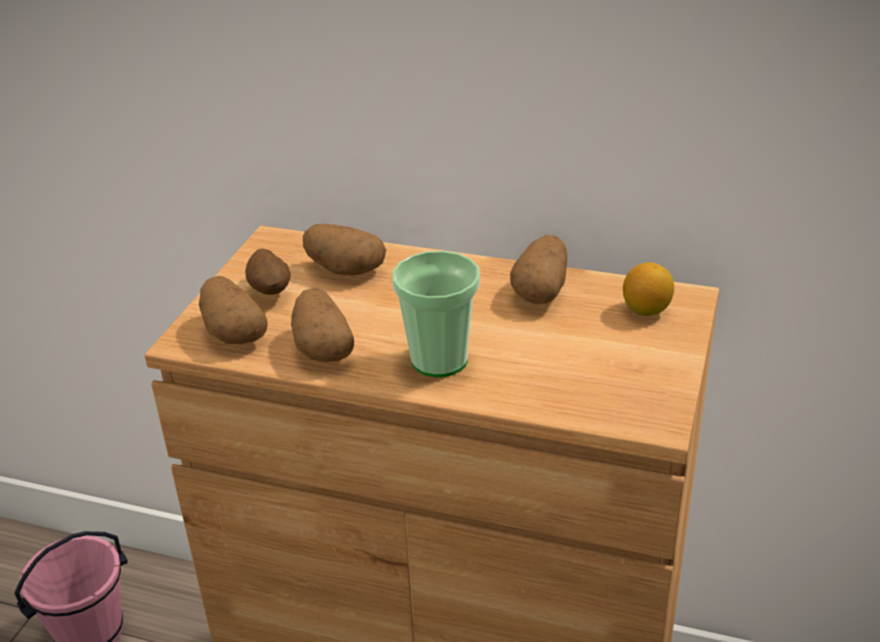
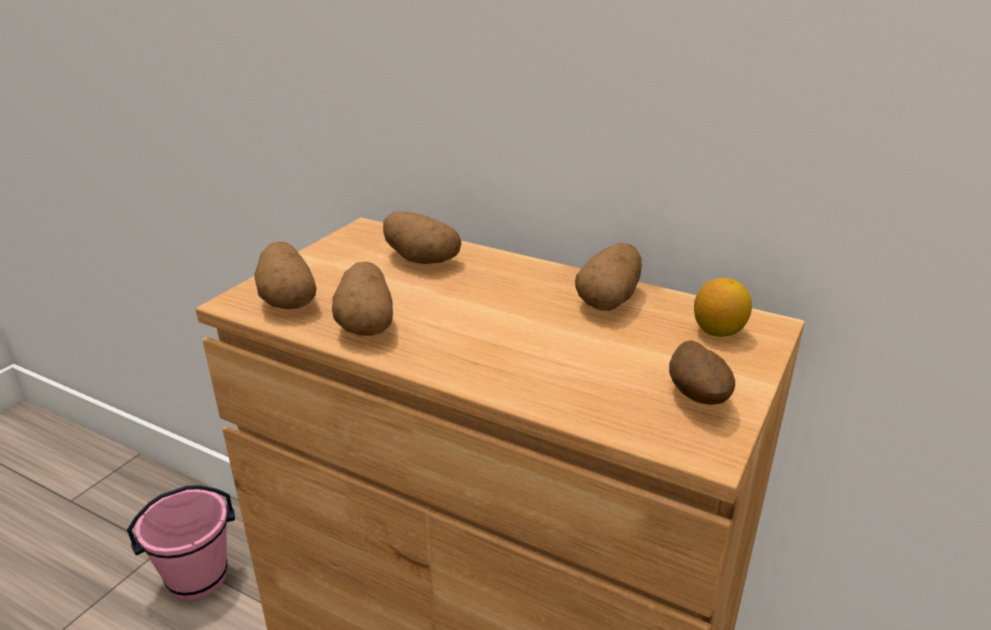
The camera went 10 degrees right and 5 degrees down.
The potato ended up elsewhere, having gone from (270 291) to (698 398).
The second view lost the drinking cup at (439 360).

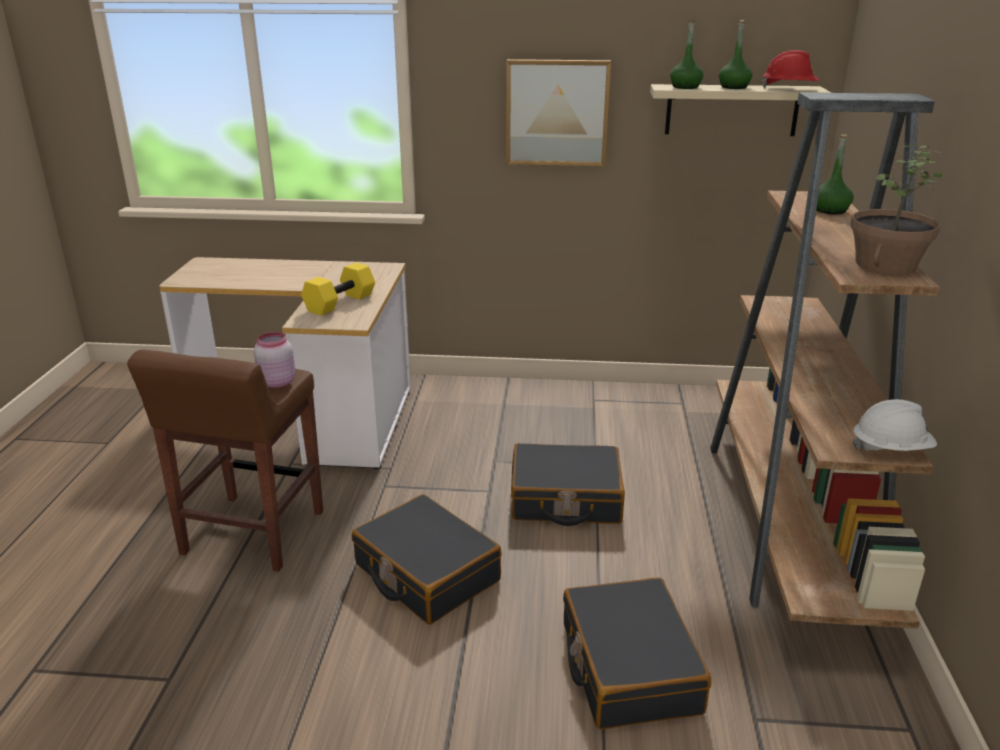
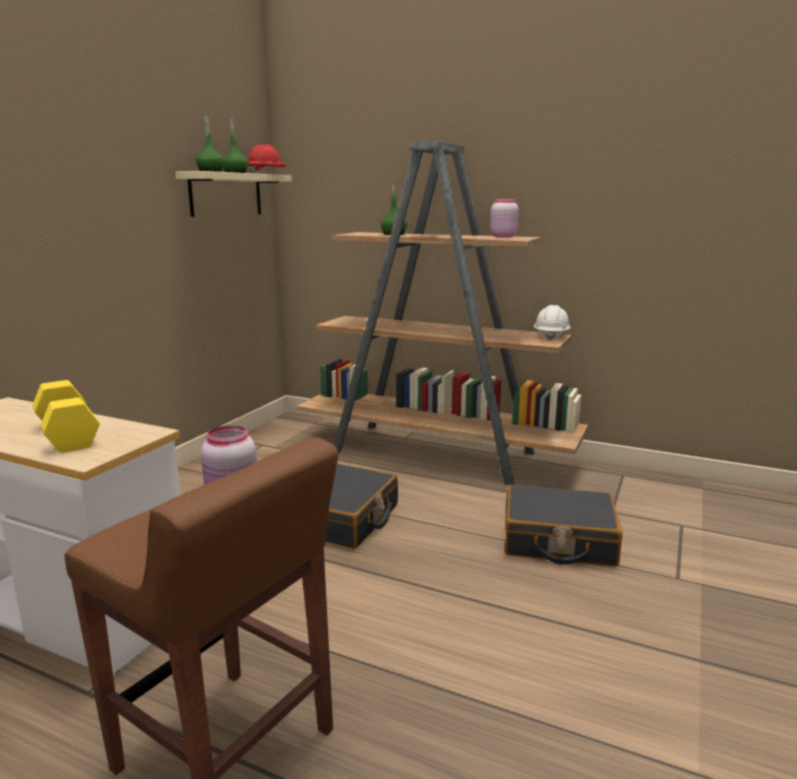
The camera went 70 degrees left and 10 degrees down.
The second view lost the picture at (557 113).
Where the potted plant stood at (885 264), the pink storage jar came to stand at (502 237).
The second view lost the black piece of luggage at (426 573).

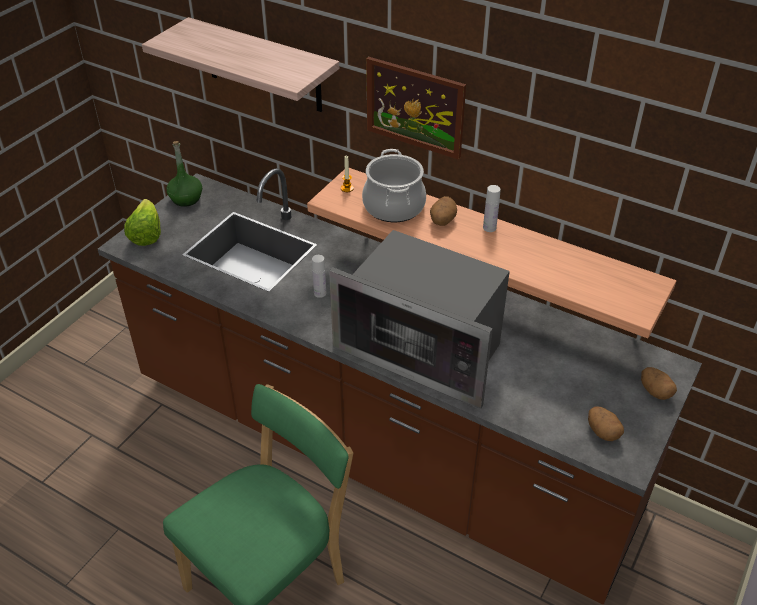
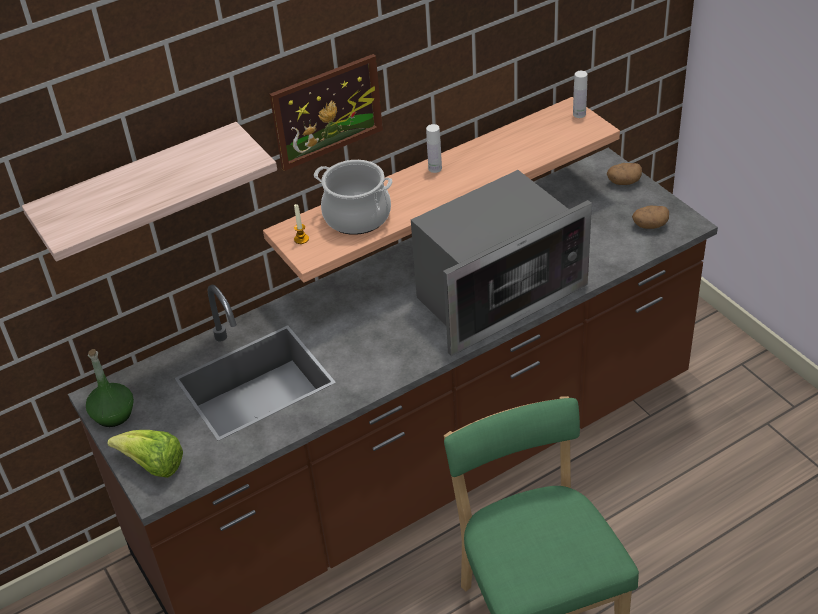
The camera went 60 degrees left and 0 degrees up.
The second view lost the potato at (442 221).
The white bottle ended up elsewhere, having gone from (320 293) to (579 114).

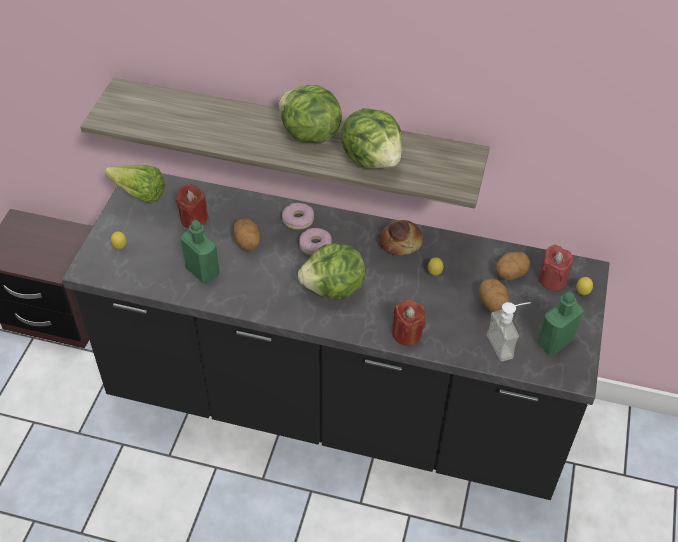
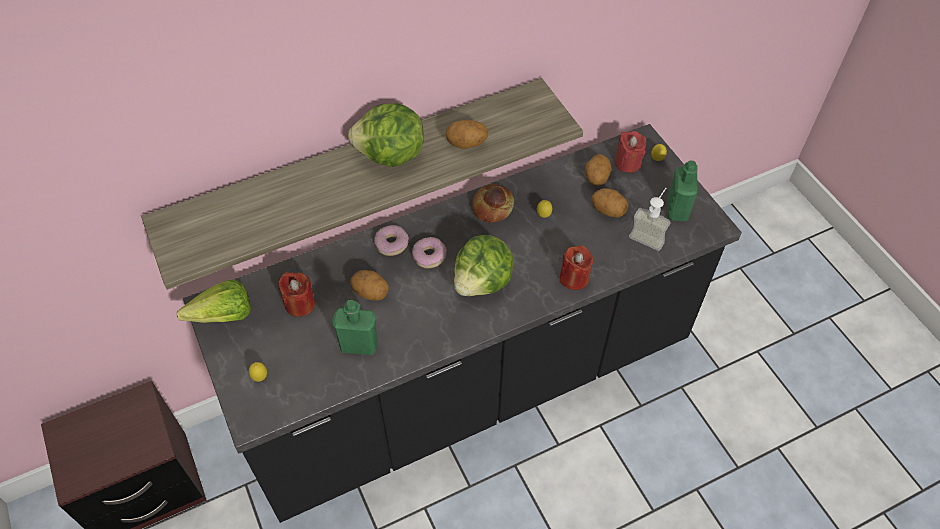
The camera went 40 degrees left and 5 degrees up.
Where the head of lettuce stood at (372 159), the potato came to stand at (466 144).

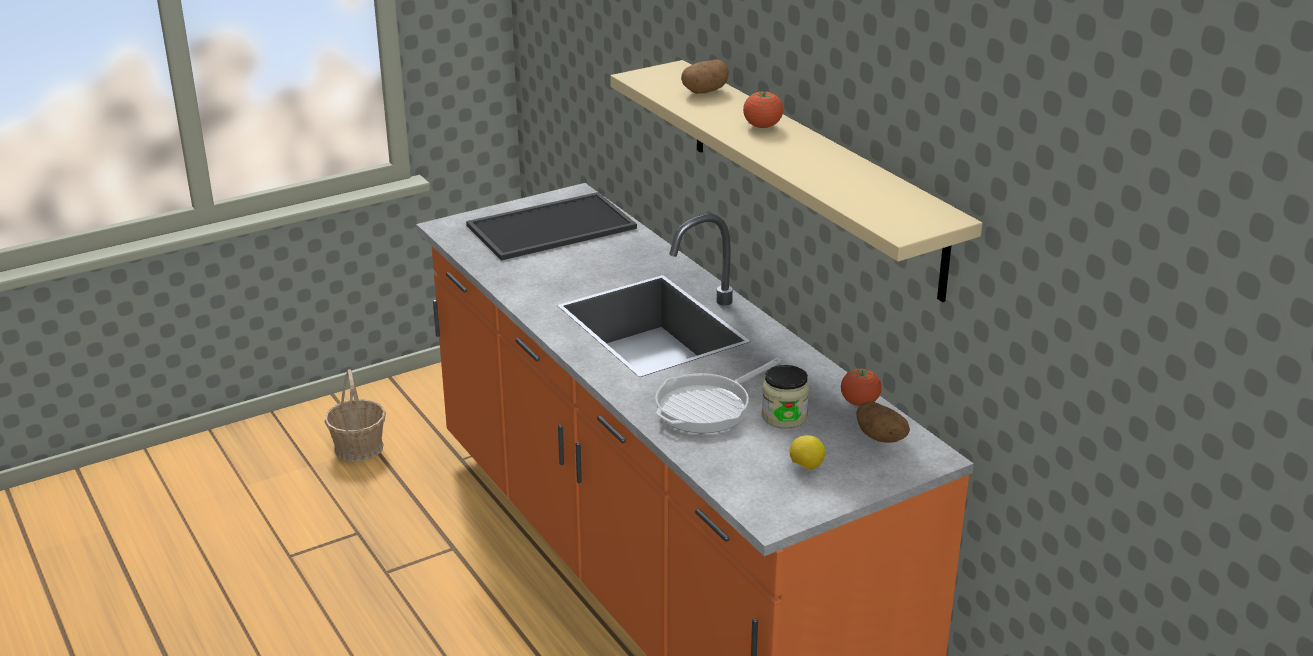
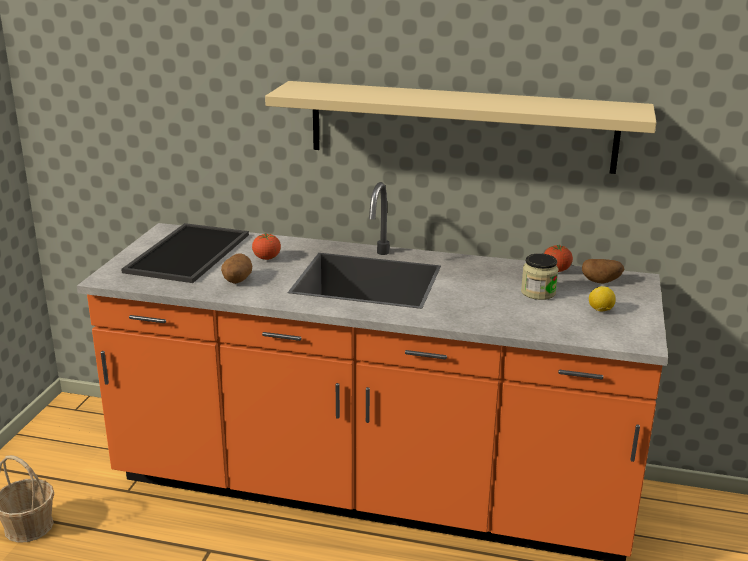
The camera went 45 degrees left and 5 degrees down.
The potato ended up elsewhere, having gone from (704 92) to (237 280).
The whole tomato ended up elsewhere, having gone from (762 126) to (267 258).
The second view lost the frying pan at (708 406).

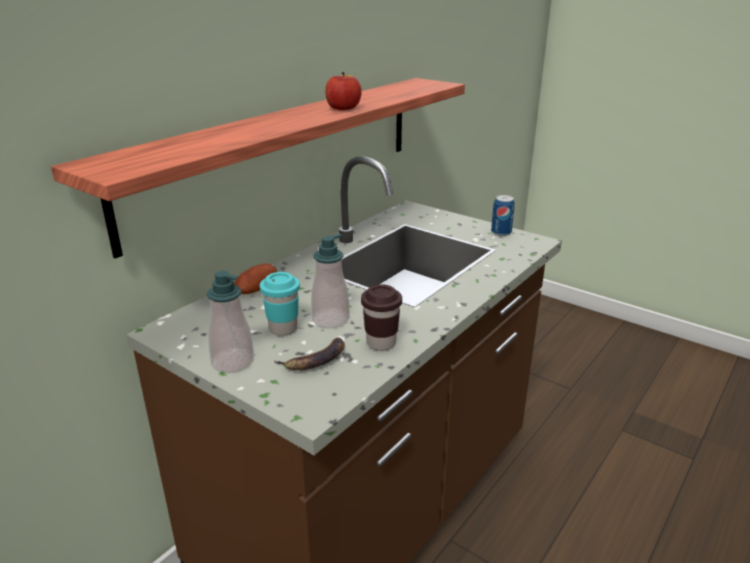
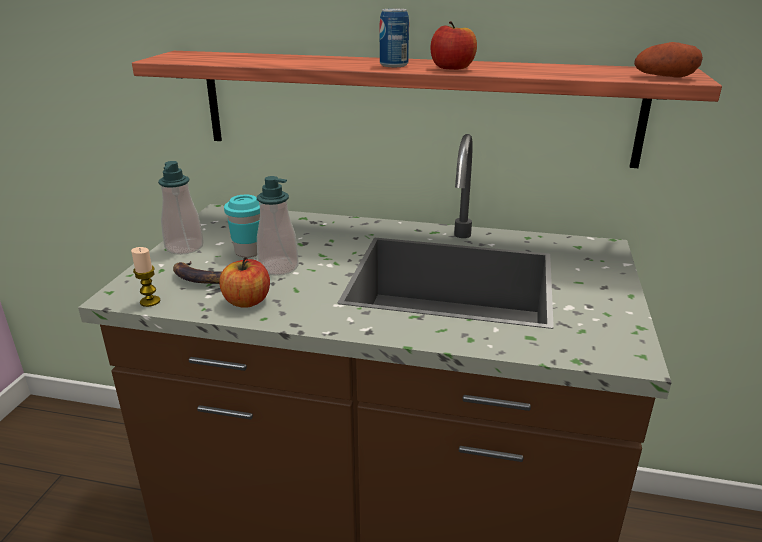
The camera went 65 degrees right and 0 degrees up.
The metal can ended up elsewhere, having gone from (501 232) to (393 65).
The potato ended up elsewhere, having gone from (257 290) to (664 77).
Where the brown drinking cup stood at (381 343), the whole apple came to stand at (247 301).
The second view gained the wax light at (150 301).

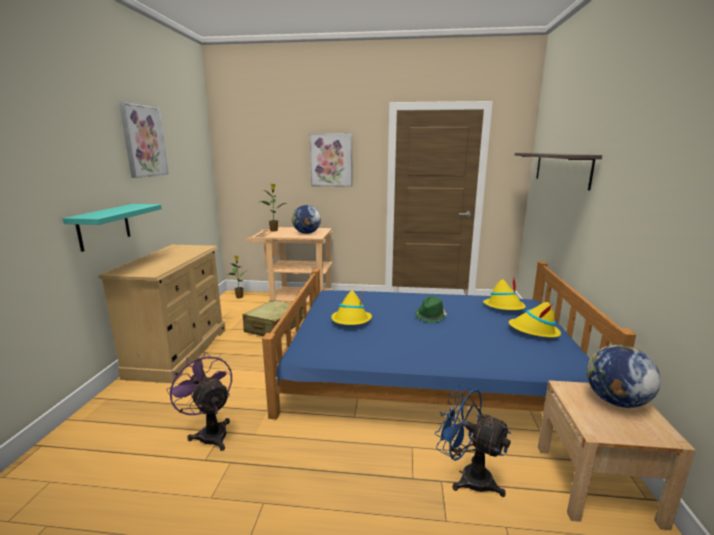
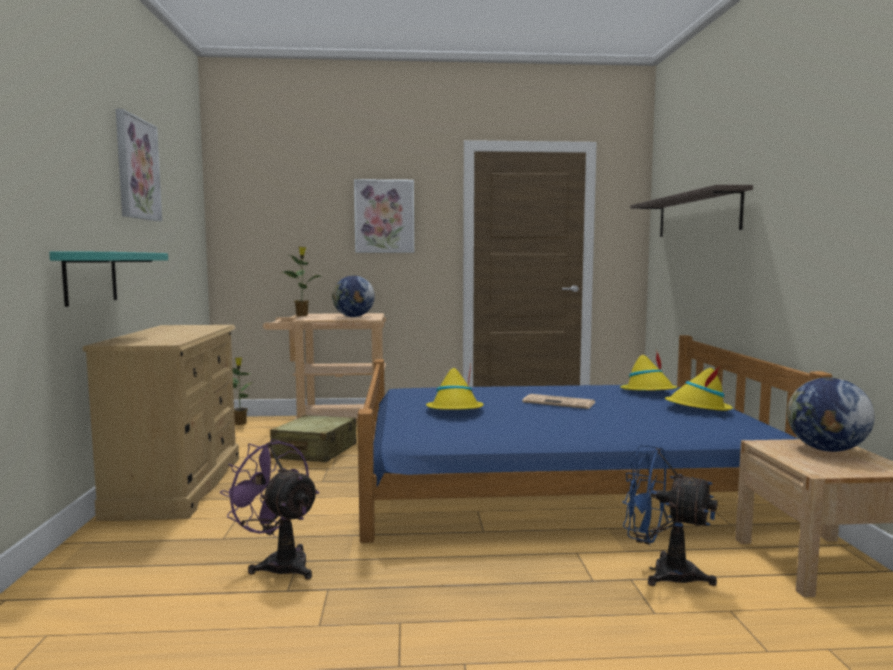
The camera went 10 degrees left and 10 degrees down.
Where the green-coloured clothing hat stood at (431 316), the newspaper came to stand at (560 403).

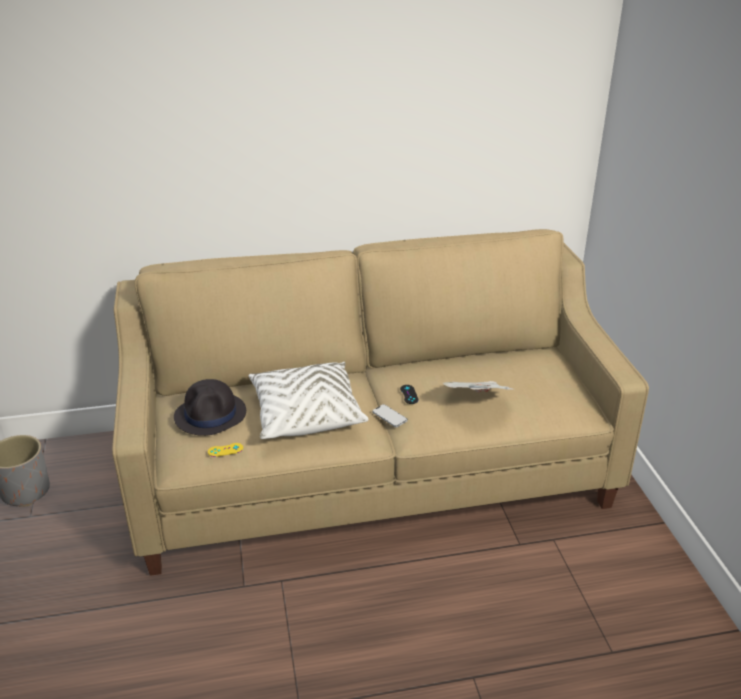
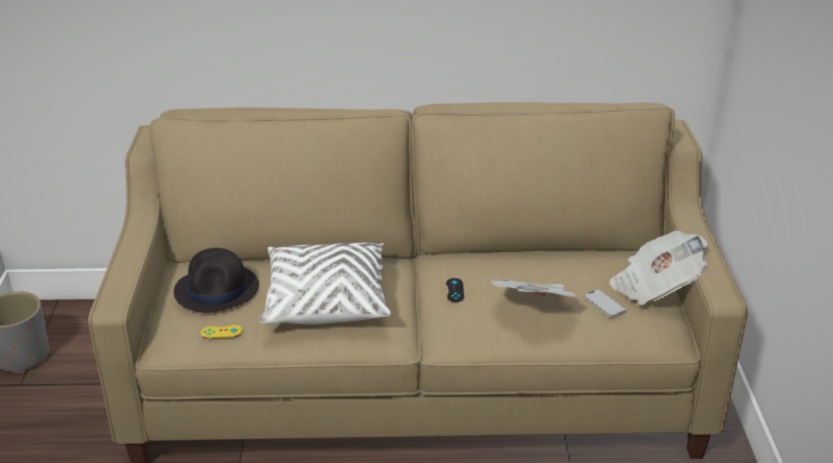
The camera went 10 degrees right and 0 degrees up.
The phone ended up elsewhere, having gone from (389 416) to (604 304).
The second view gained the newspaper at (655 286).

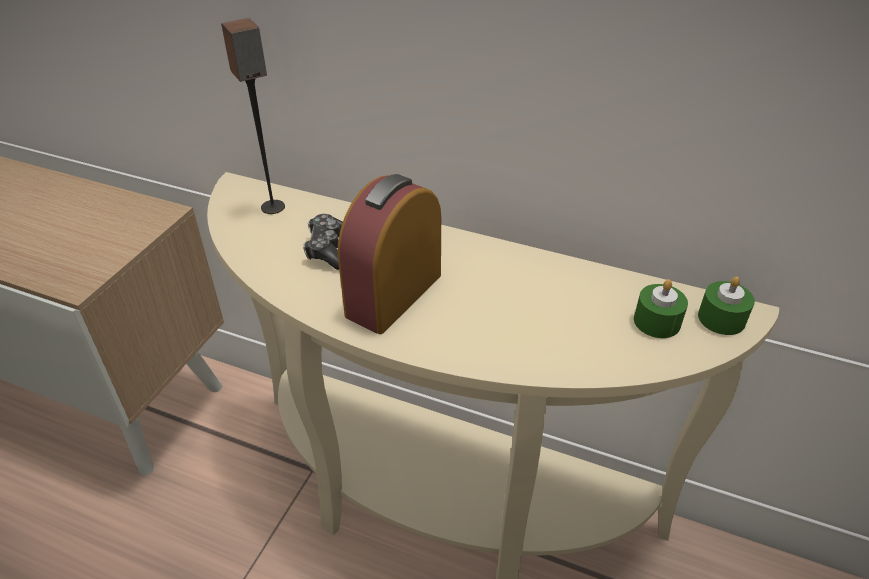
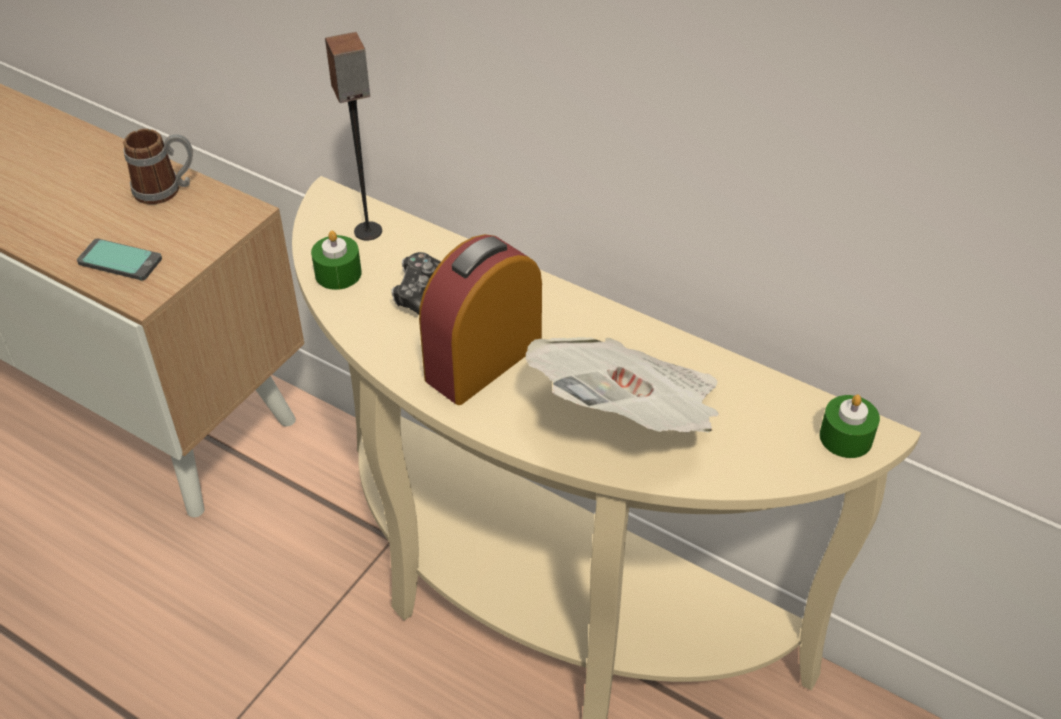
The camera went 10 degrees right and 5 degrees up.
The green-coloured wax light ended up elsewhere, having gone from (657 321) to (338 273).
The second view gained the mug at (166 189).
The second view gained the phone at (120 260).
The second view gained the newspaper at (630 416).

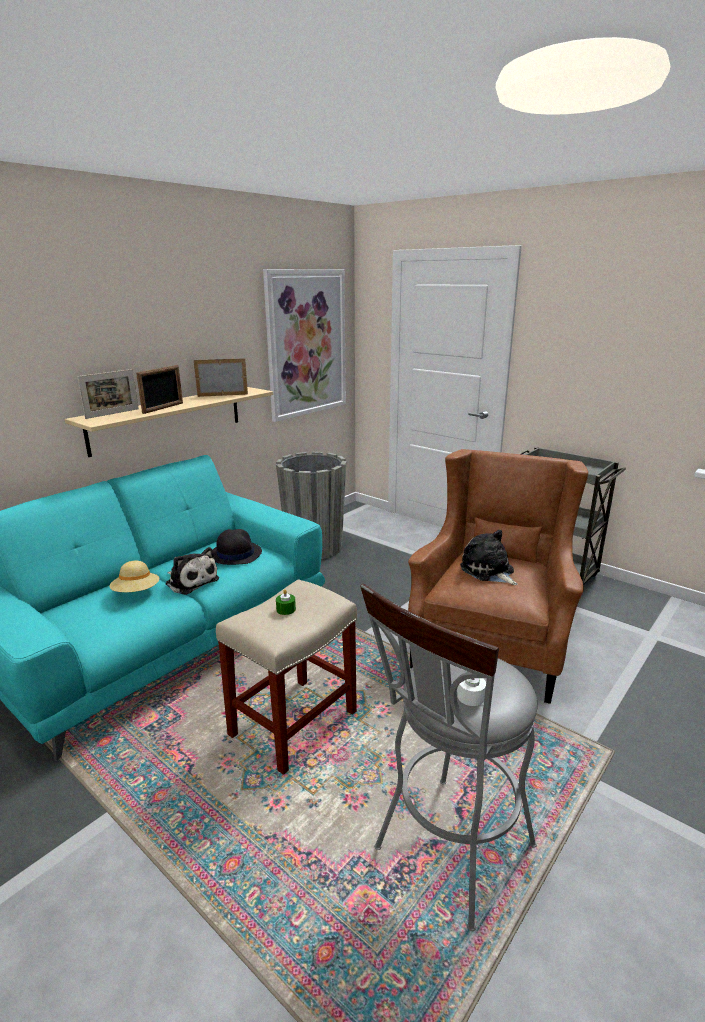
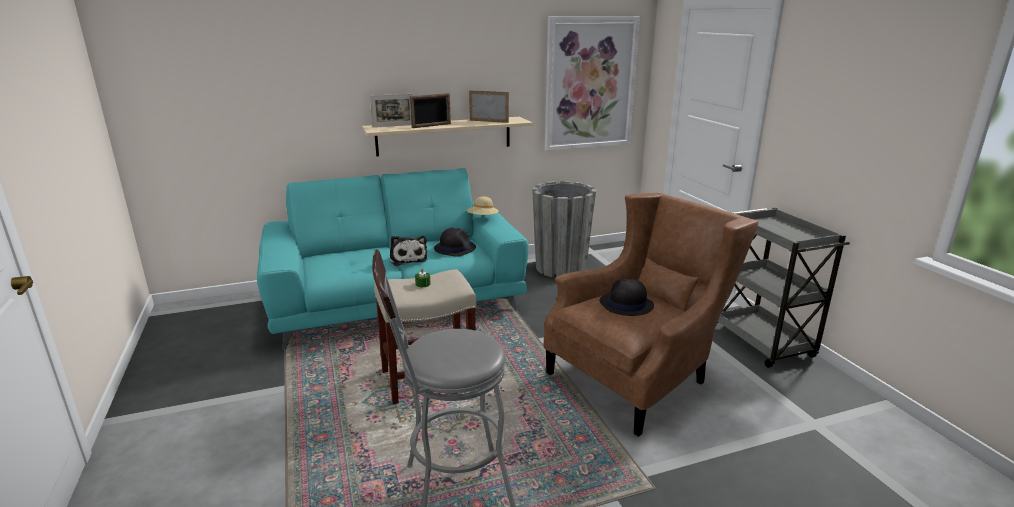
The camera went 30 degrees right and 0 degrees up.
Where the plush toy stood at (488 571), the black clothing hat came to stand at (626 304).
The beige clothing hat ended up elsewhere, having gone from (136 592) to (483 218).
The second view lost the white wax light at (470 696).

